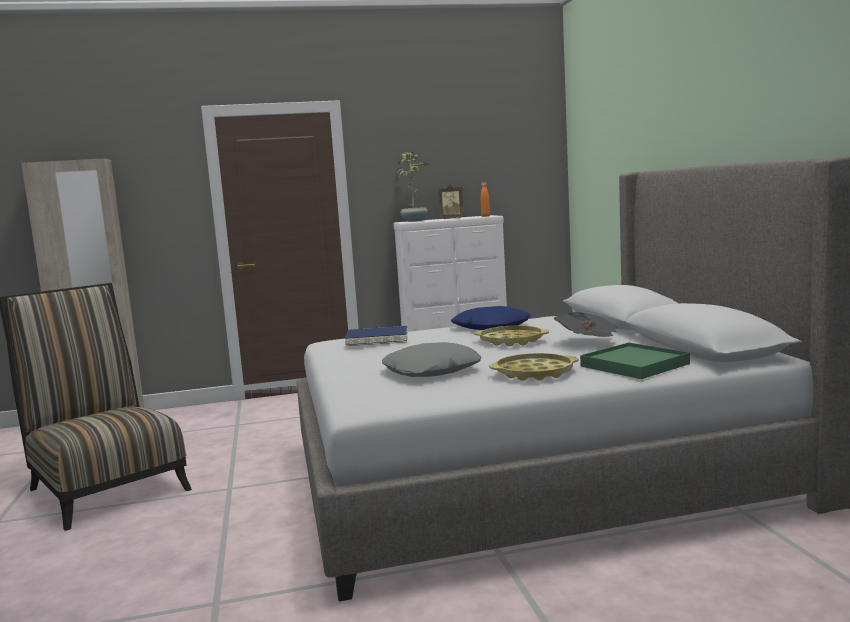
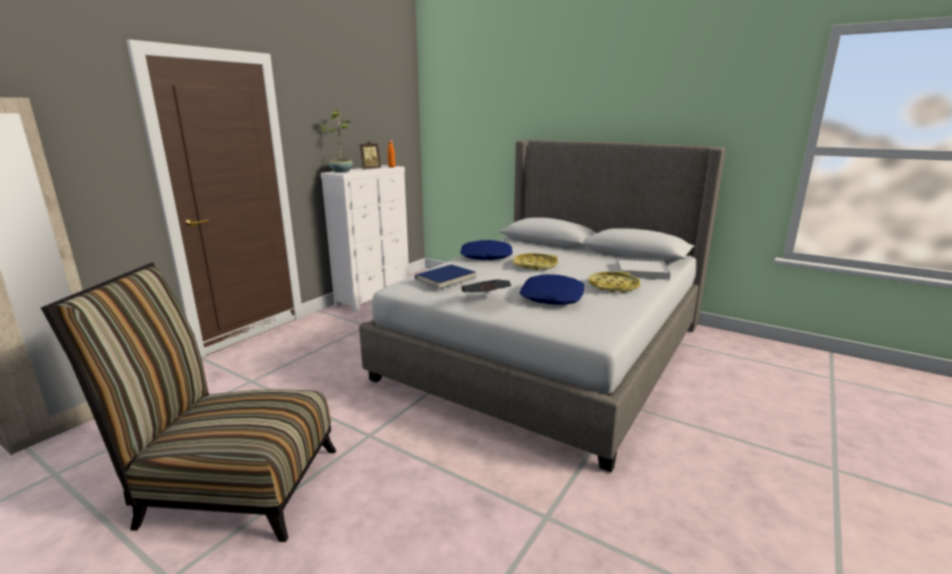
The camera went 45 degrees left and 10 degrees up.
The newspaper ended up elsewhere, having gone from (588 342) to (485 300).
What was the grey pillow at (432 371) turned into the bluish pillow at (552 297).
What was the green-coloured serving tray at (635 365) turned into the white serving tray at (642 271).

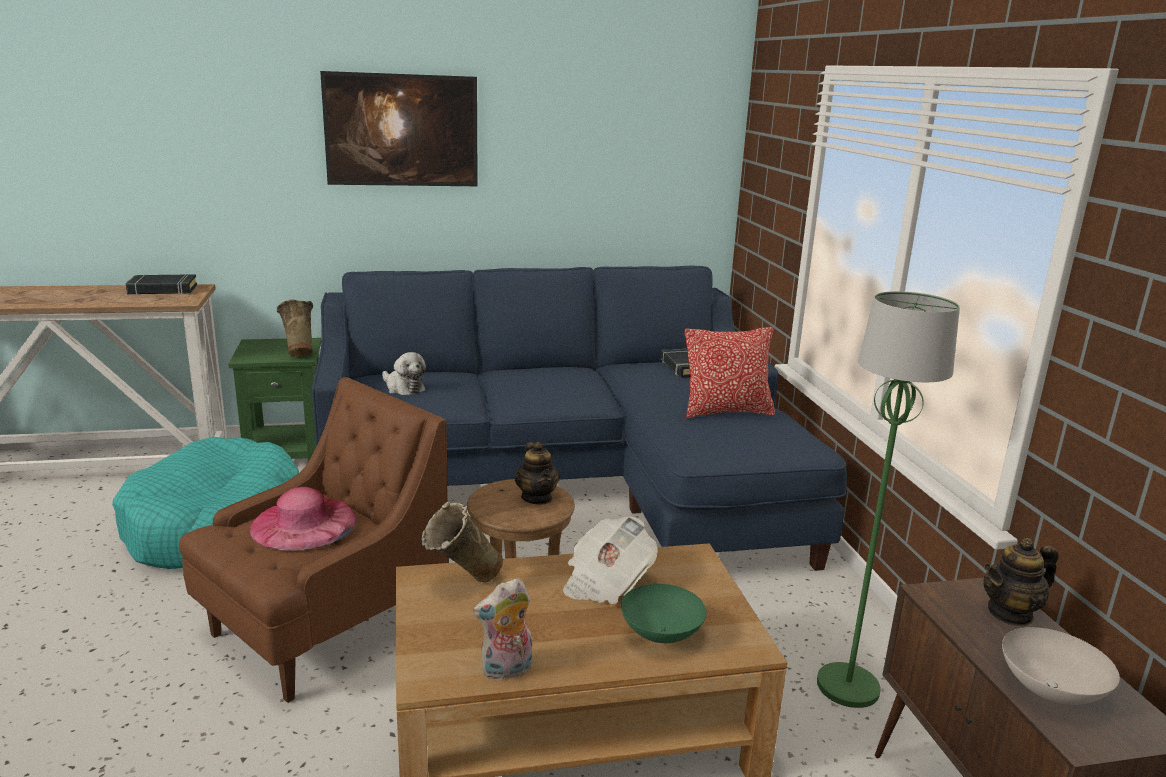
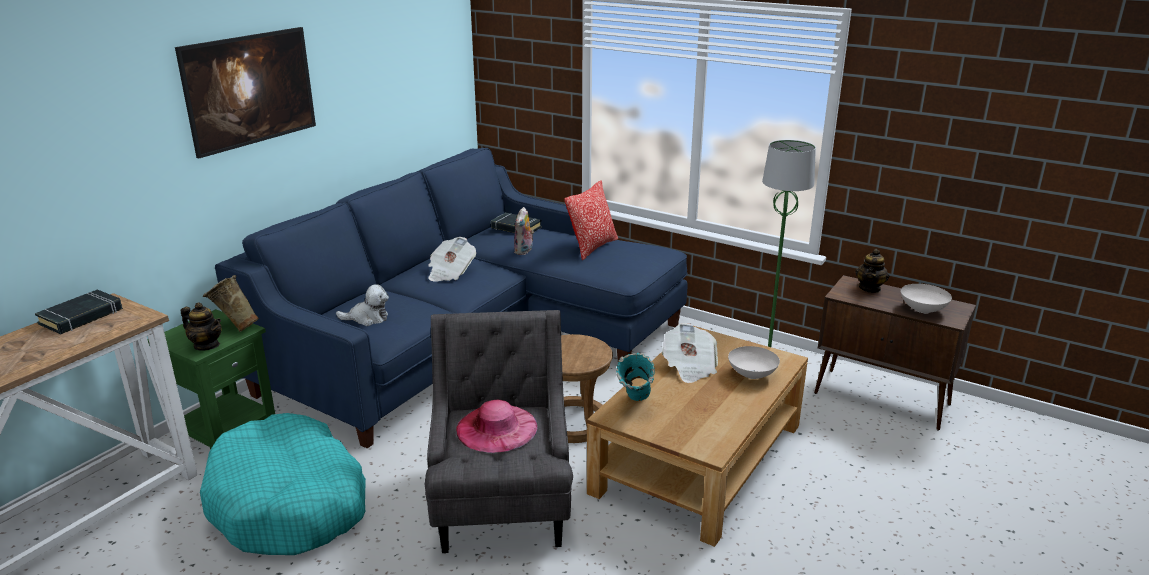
The camera went 45 degrees left and 5 degrees up.
What was the brown armchair at (324 629) turned into the grey armchair at (502 504).
The tea pot ended up elsewhere, having gone from (537 498) to (207 345).
What was the beige vase at (461 584) turned into the turquoise vase at (635 406).
The plush toy ended up elsewhere, having gone from (506 671) to (524 251).
What was the green-coloured serving bowl at (661 633) turned into the white serving bowl at (751 374).
The second view gained the newspaper at (450 272).

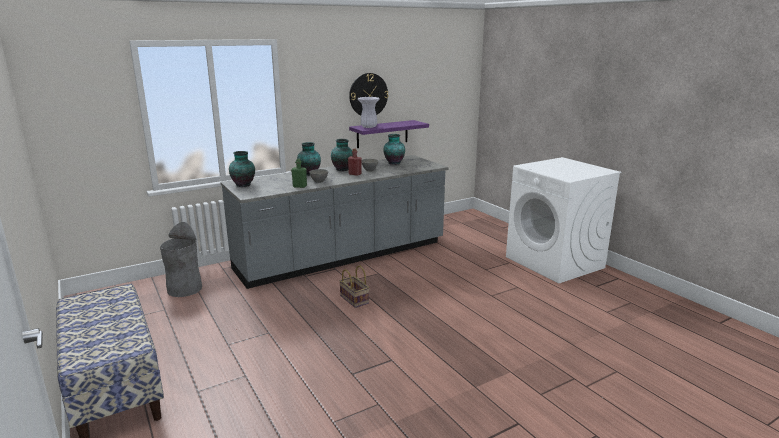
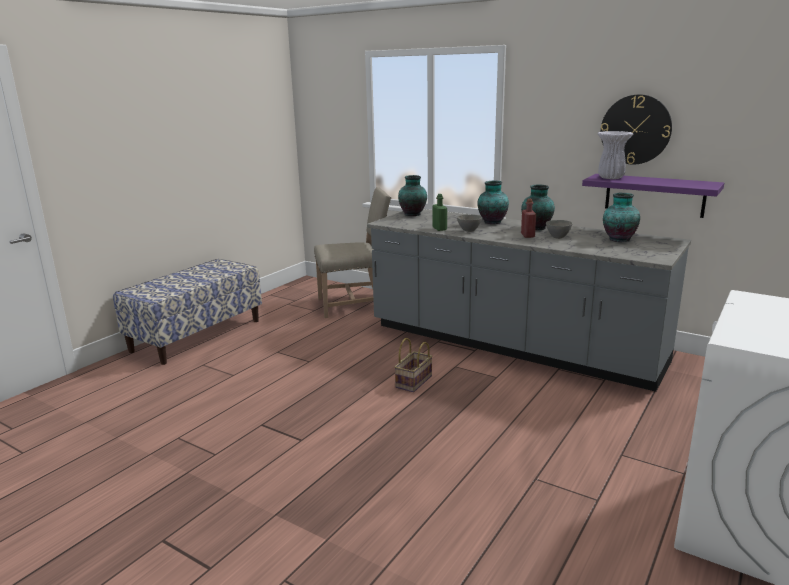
The camera went 65 degrees right and 0 degrees up.
Where the grey waste bin stood at (185 289), the beige upright chair came to stand at (354 304).

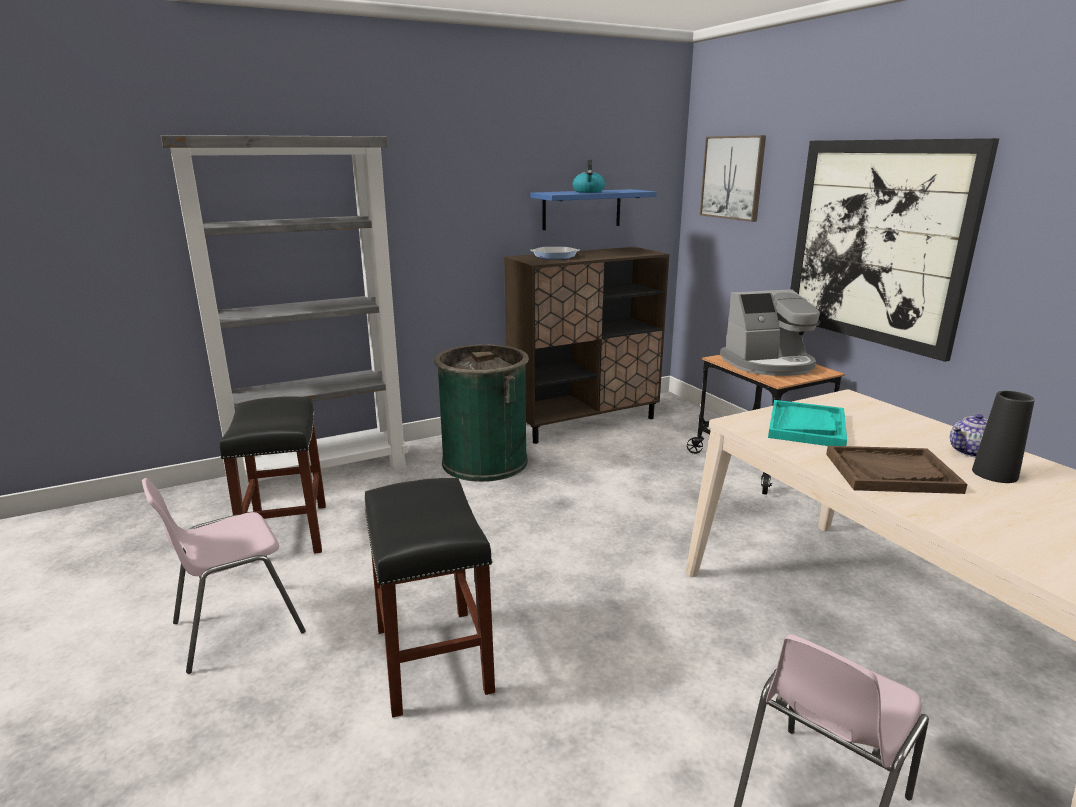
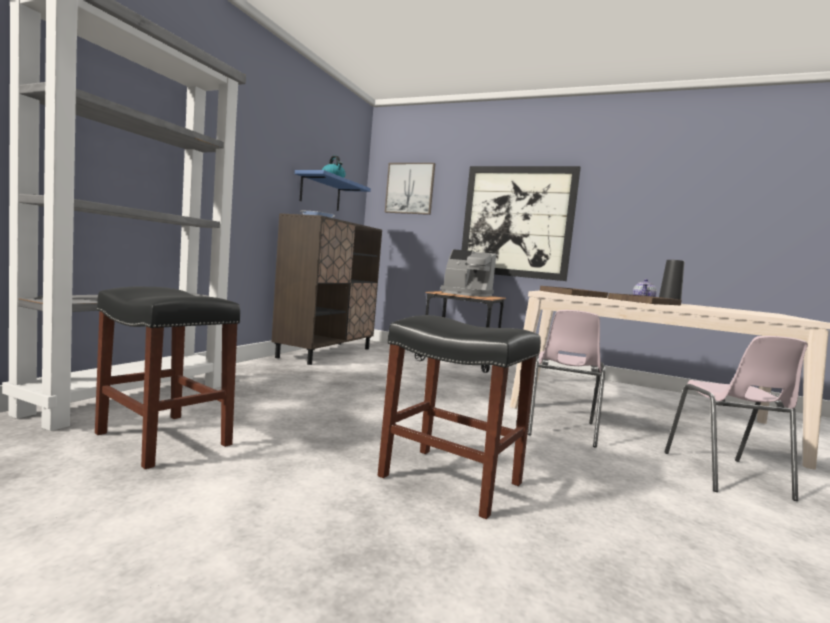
The camera went 40 degrees left and 15 degrees down.
The coffee maker at (769 364) ended up facing another way, 75 degrees clockwise from before.
The second view lost the green-coloured waste bin at (485 461).
What was the turquoise serving tray at (806 426) turned into the brown serving tray at (571 294).
The pink upright chair ended up elsewhere, having gone from (236 627) to (559 429).

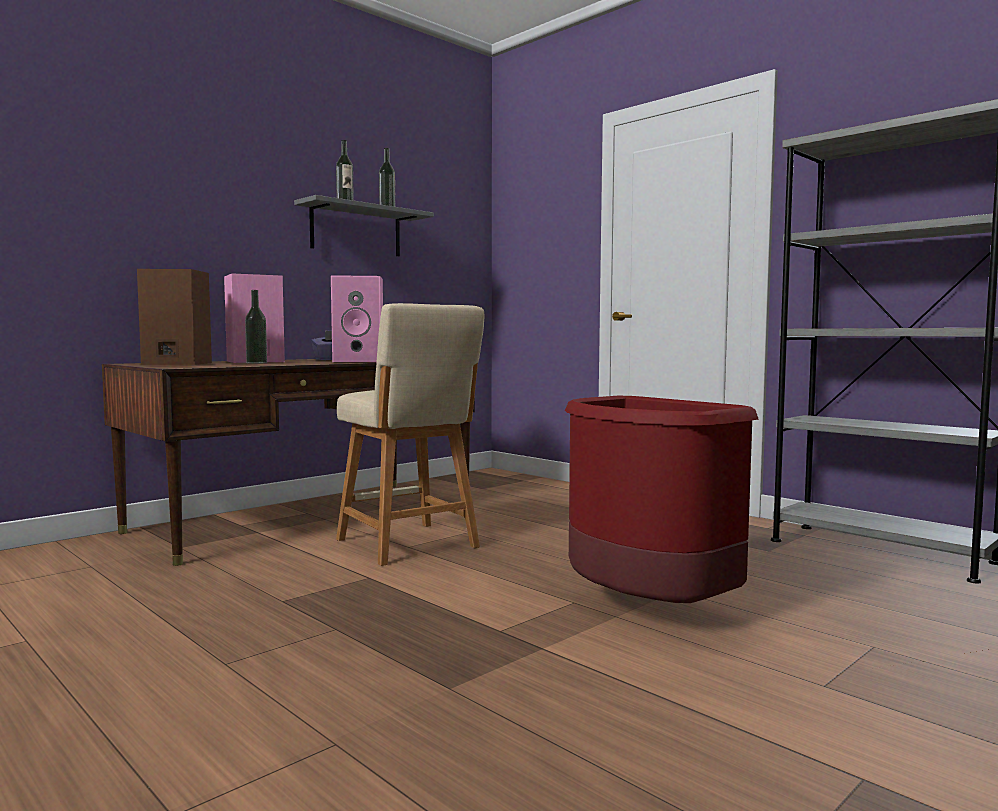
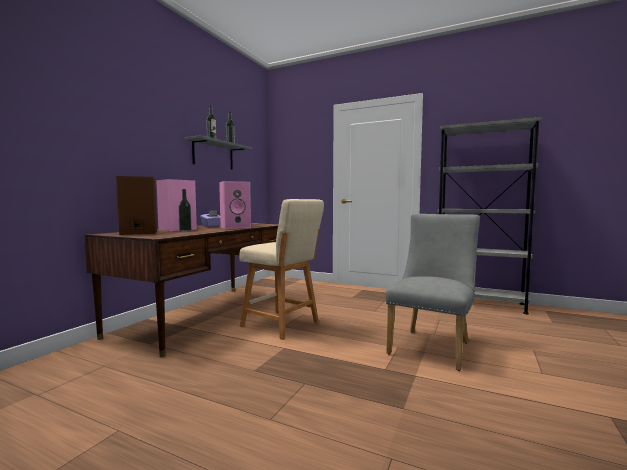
The camera went 20 degrees left and 0 degrees up.
Where the red waste bin stood at (647 610), the grey upright chair came to stand at (432 346).

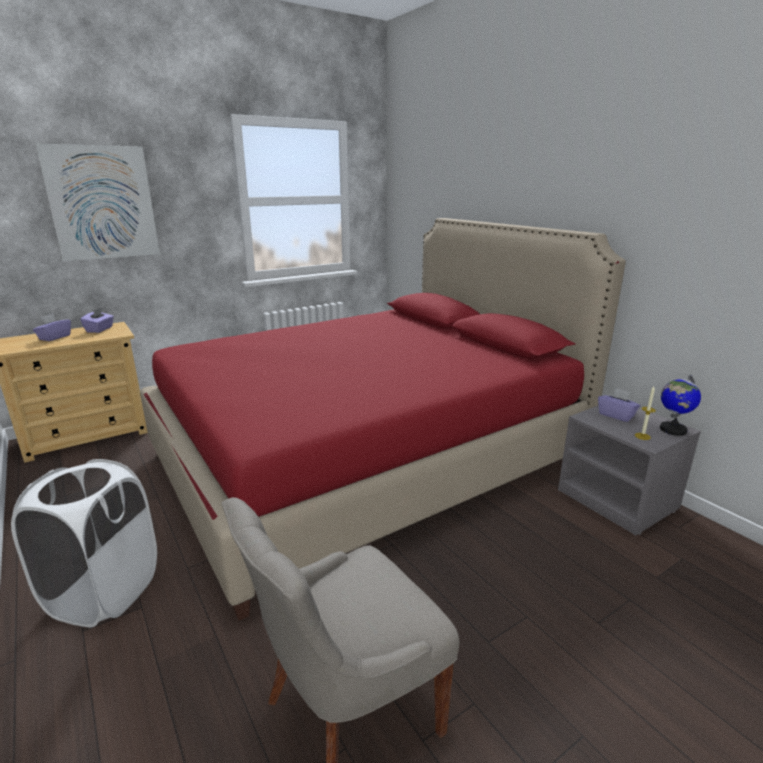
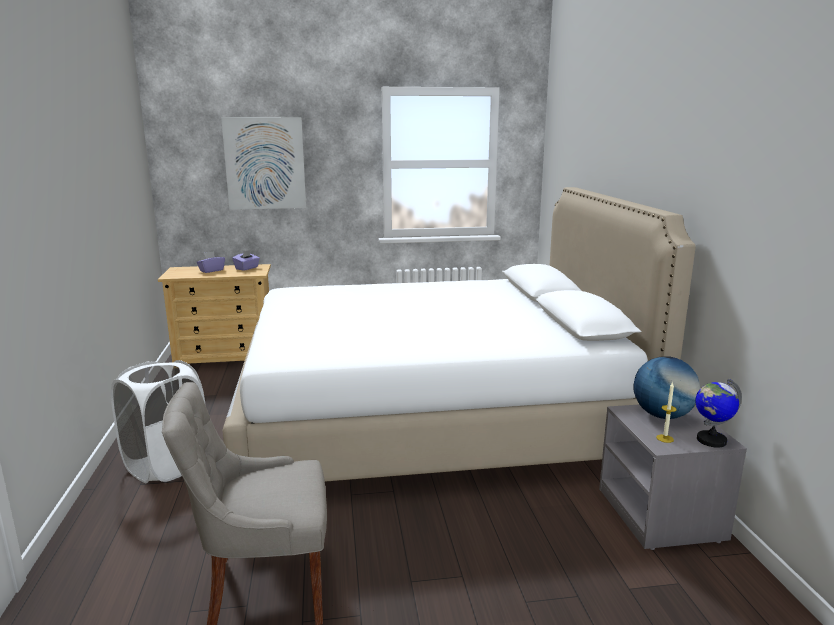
The camera went 25 degrees right and 5 degrees down.
What was the red bedroom bed at (367 458) turned into the white bedroom bed at (432 419).
Where the purplish box of tissues stood at (616 415), the world globe came to stand at (662 415).

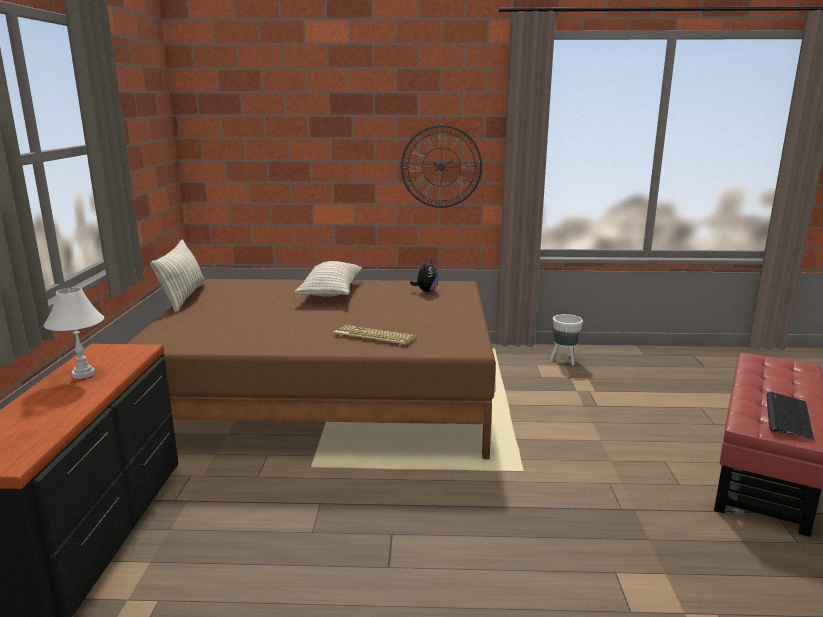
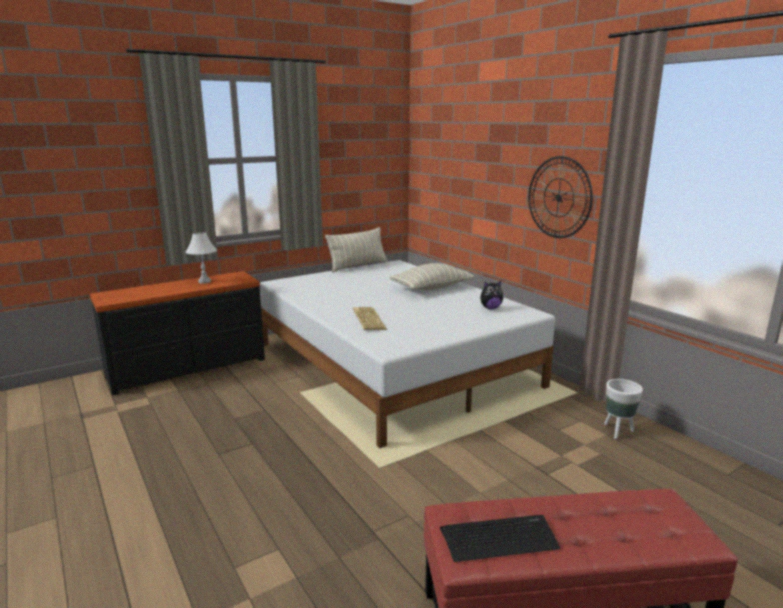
The camera went 55 degrees right and 0 degrees up.
What was the brown bedroom bed at (327 395) turned into the white bedroom bed at (393 364).

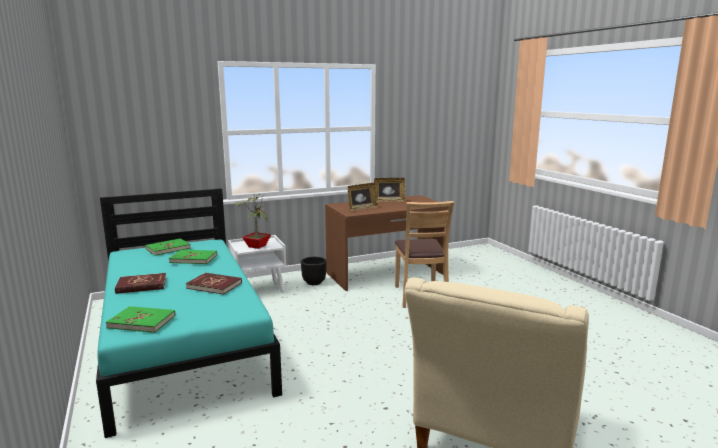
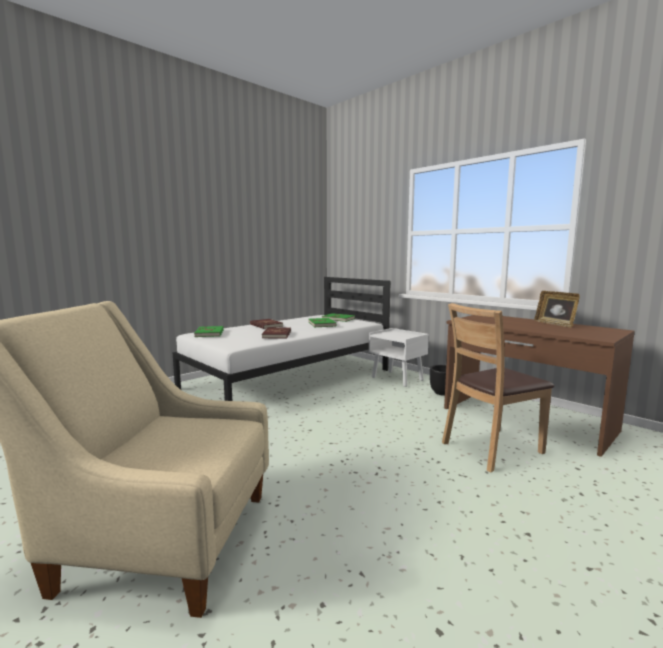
The camera went 70 degrees right and 5 degrees down.
The second view lost the picture frame at (362 208).
What was the turquoise bedroom bed at (184 342) turned into the white bedroom bed at (290 379).
The second view lost the potted plant at (256 246).

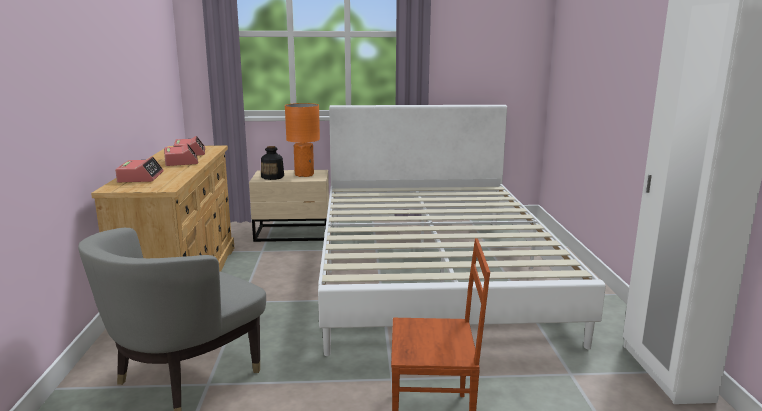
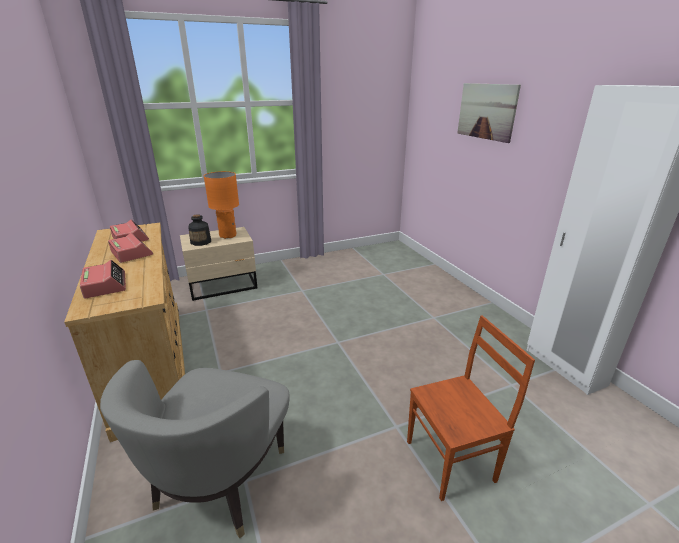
The camera went 20 degrees left and 10 degrees up.
The second view lost the white bedroom bed at (433 272).
The second view gained the picture at (486 111).

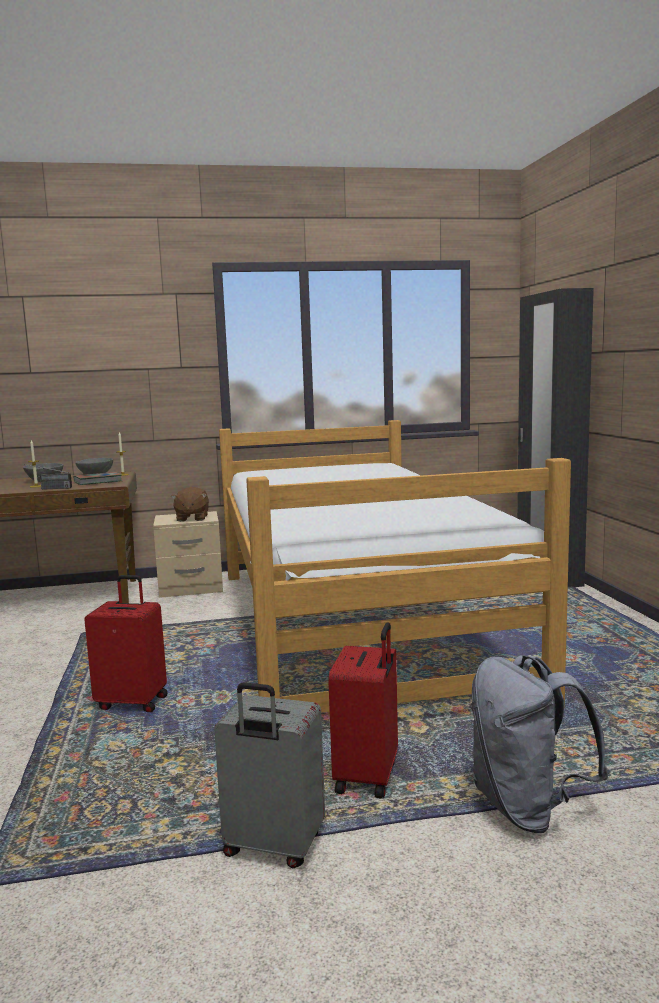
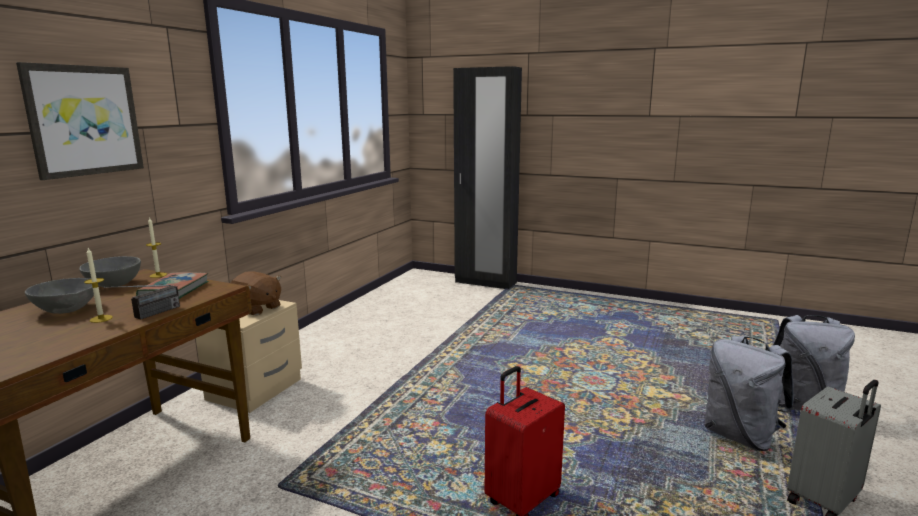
The camera went 55 degrees left and 5 degrees up.
The second view lost the bedroom bed at (354 626).
Where the red piece of luggage stood at (369 777), the grey knapsack came to stand at (741 436).
The second view gained the picture at (84 120).

